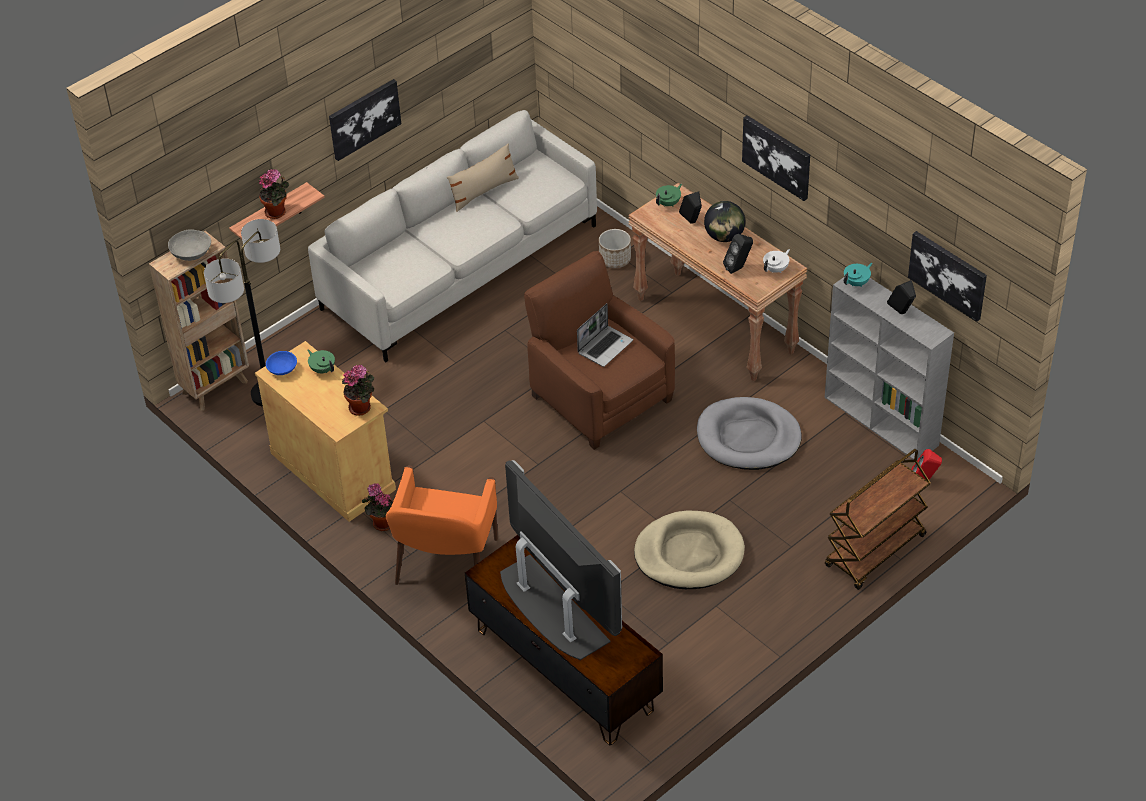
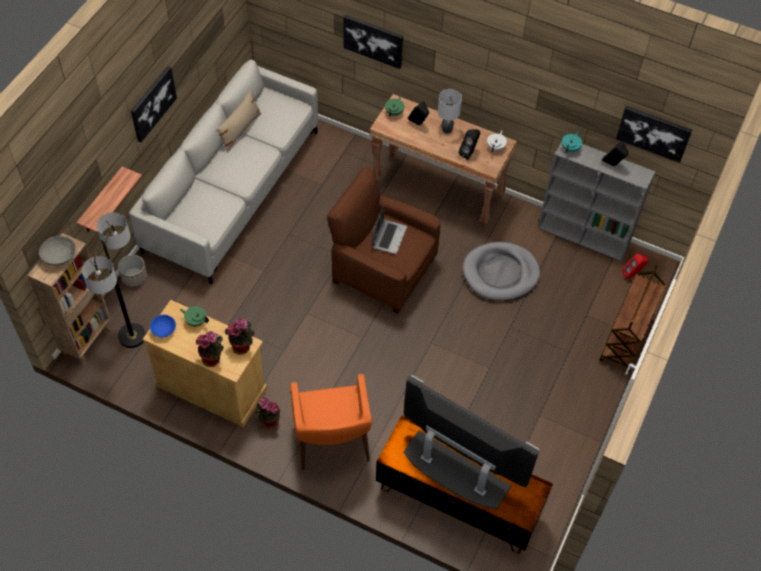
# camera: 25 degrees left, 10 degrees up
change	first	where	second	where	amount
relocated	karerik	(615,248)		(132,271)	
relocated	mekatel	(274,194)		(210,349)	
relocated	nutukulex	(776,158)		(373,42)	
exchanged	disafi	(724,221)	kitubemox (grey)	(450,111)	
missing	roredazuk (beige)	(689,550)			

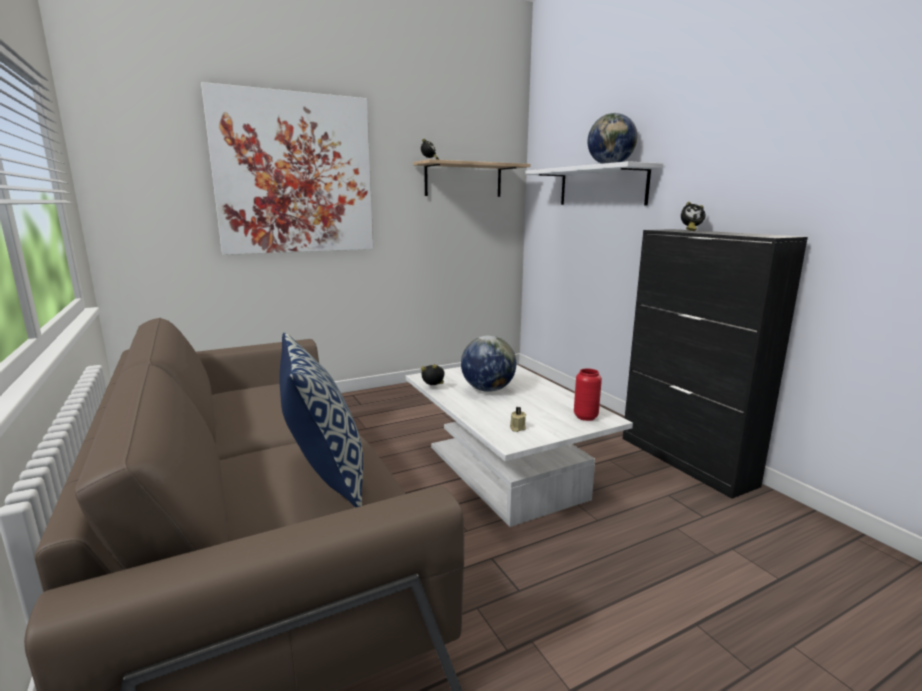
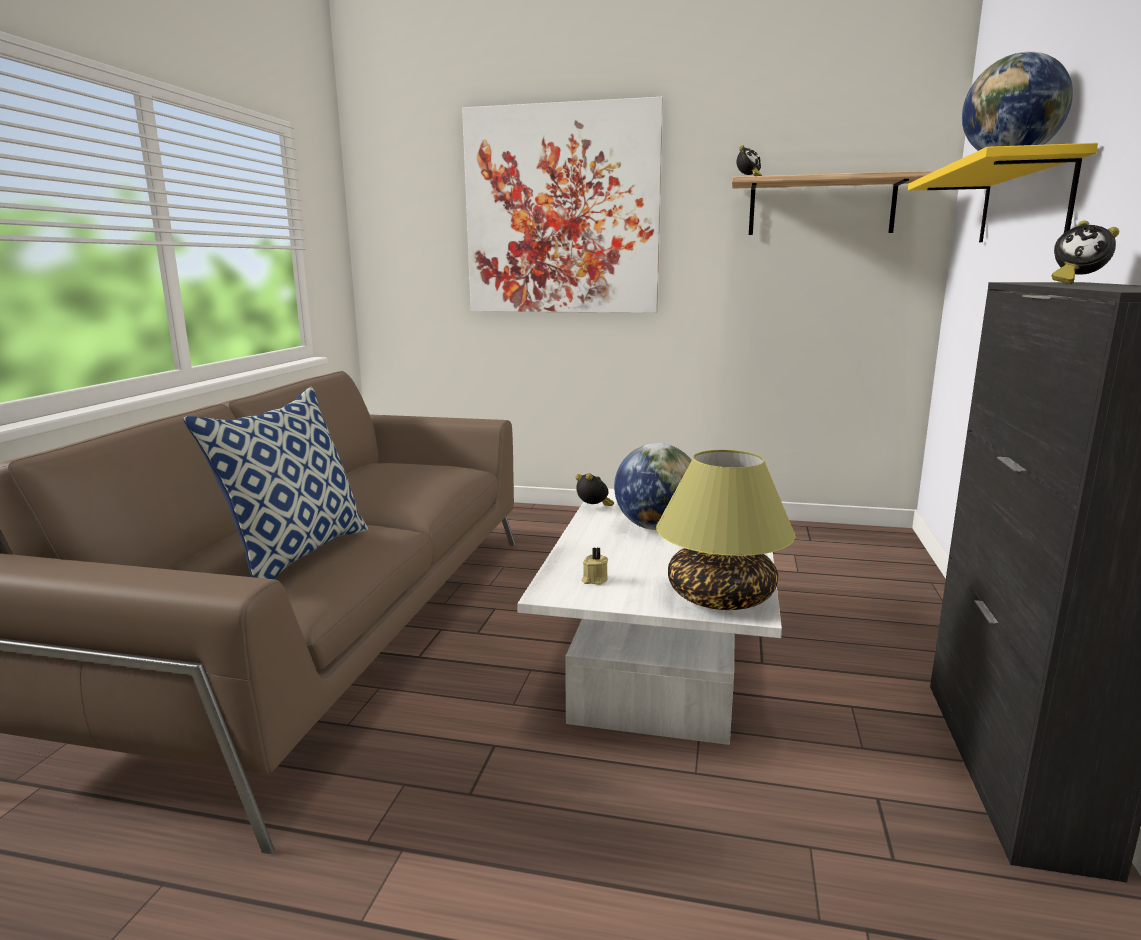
# camera: 40 degrees right, 0 degrees up
change	first	where	second	where	amount
exchanged	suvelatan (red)	(588,395)	kitubemox	(725,530)	
colour	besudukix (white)	(594,183)	besudukix (yellow)	(1003,192)	

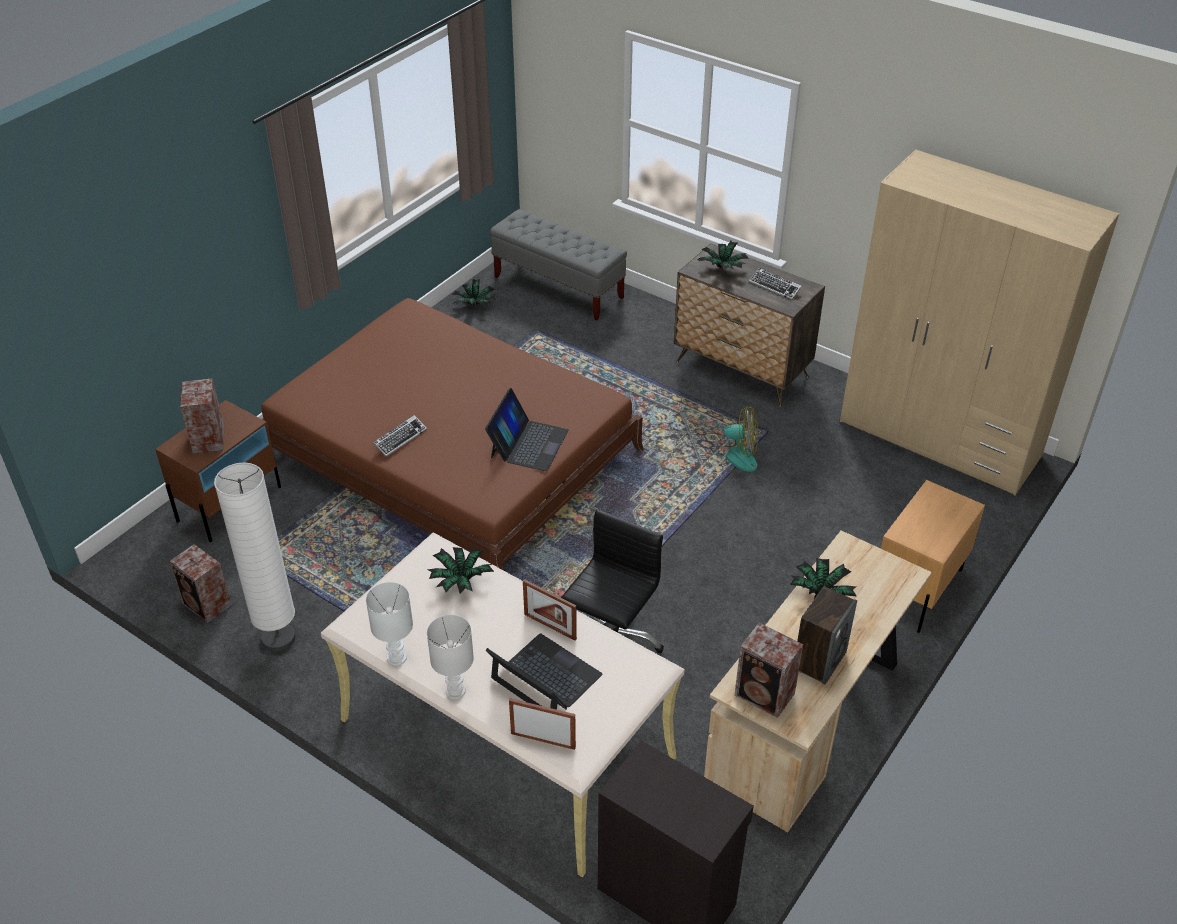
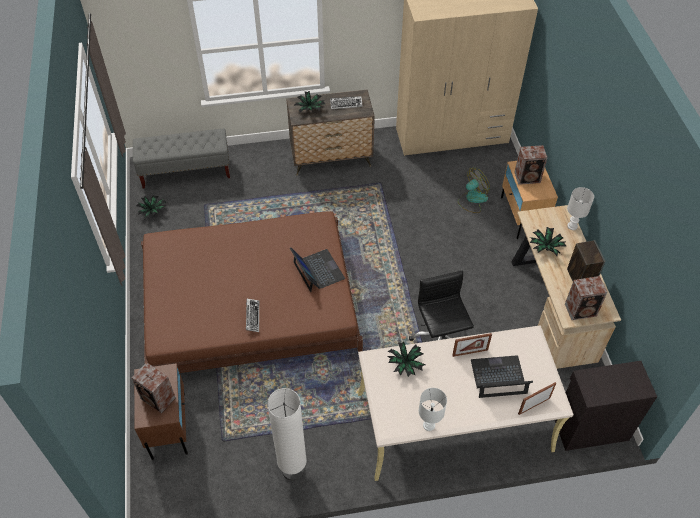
# camera: 45 degrees left, 10 degrees up
change	first	where	second	where	amount
relocated	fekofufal	(733,439)		(474,190)	
relocated	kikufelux	(200,583)		(530,165)	
relocated	kitubemox (white)	(450,657)		(580,208)	

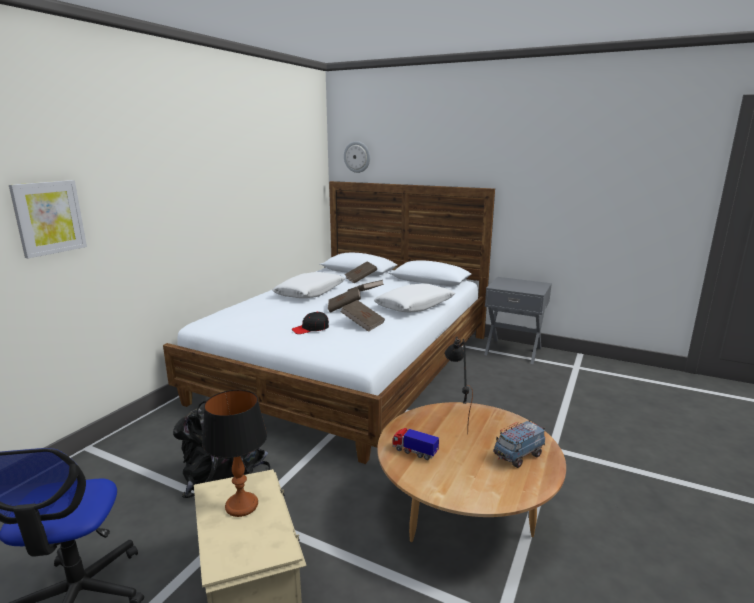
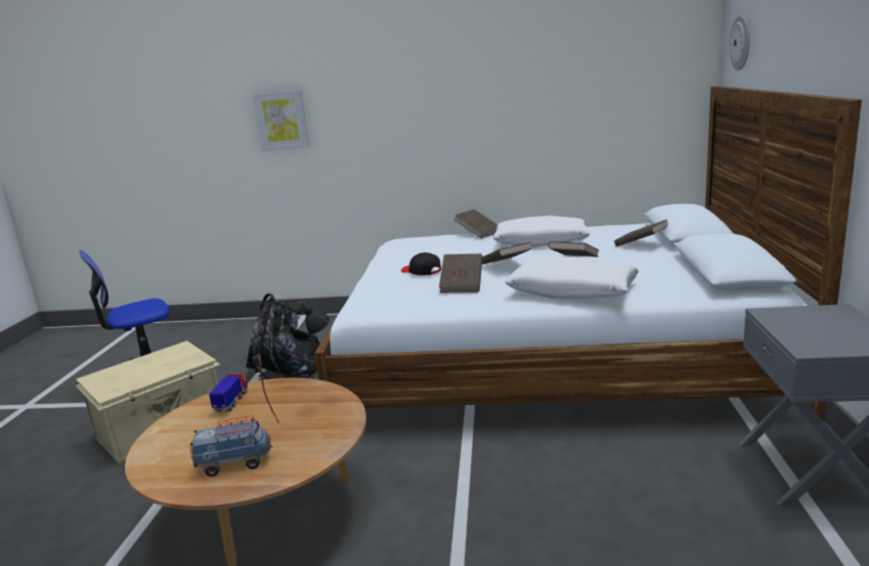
# camera: 70 degrees right, 0 degrees up
change	first	where	second	where	amount
spun	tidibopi	(519,444)		(231,446)	135 degrees clockwise
appeared			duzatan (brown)	(475,223)	
missing	kitubemox	(234,453)			

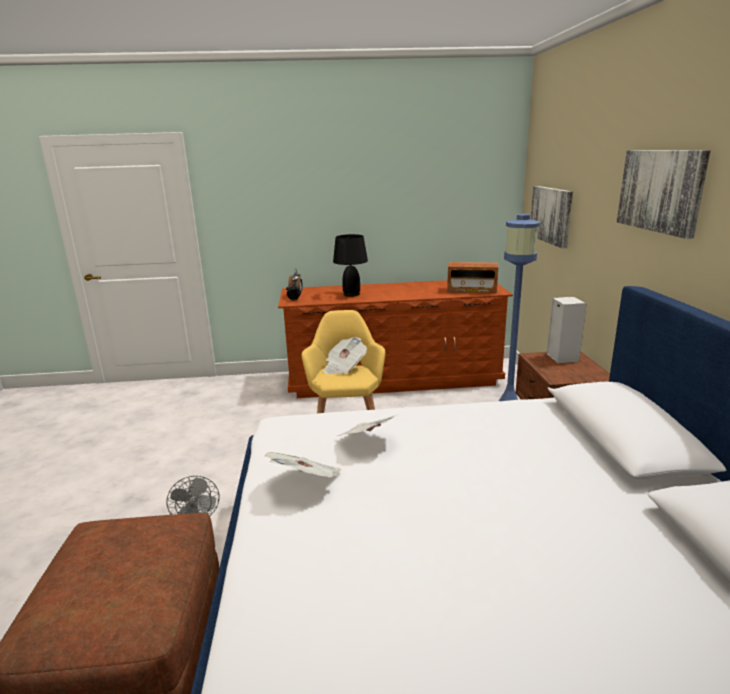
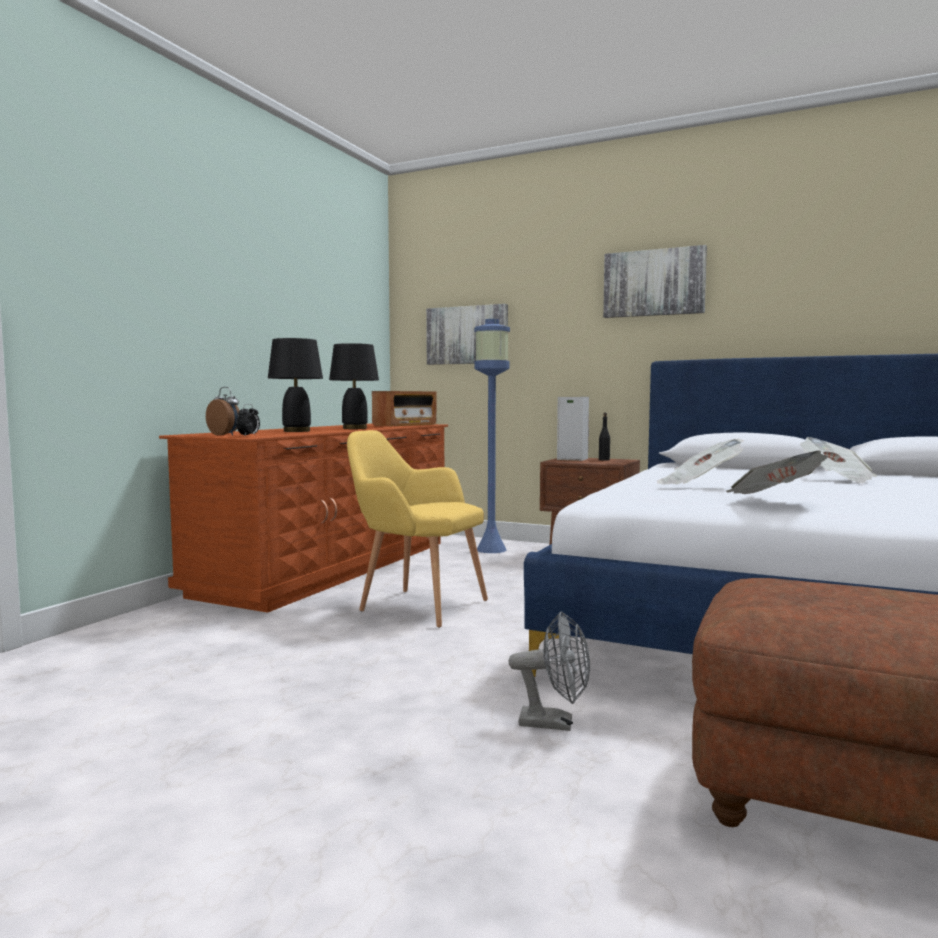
# camera: 60 degrees left, 15 degrees down
change	first	where	second	where	amount
appeared			kitubemox (black)	(354,386)	
appeared			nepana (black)	(604,437)	
relocated	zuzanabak	(345,355)		(838,460)	

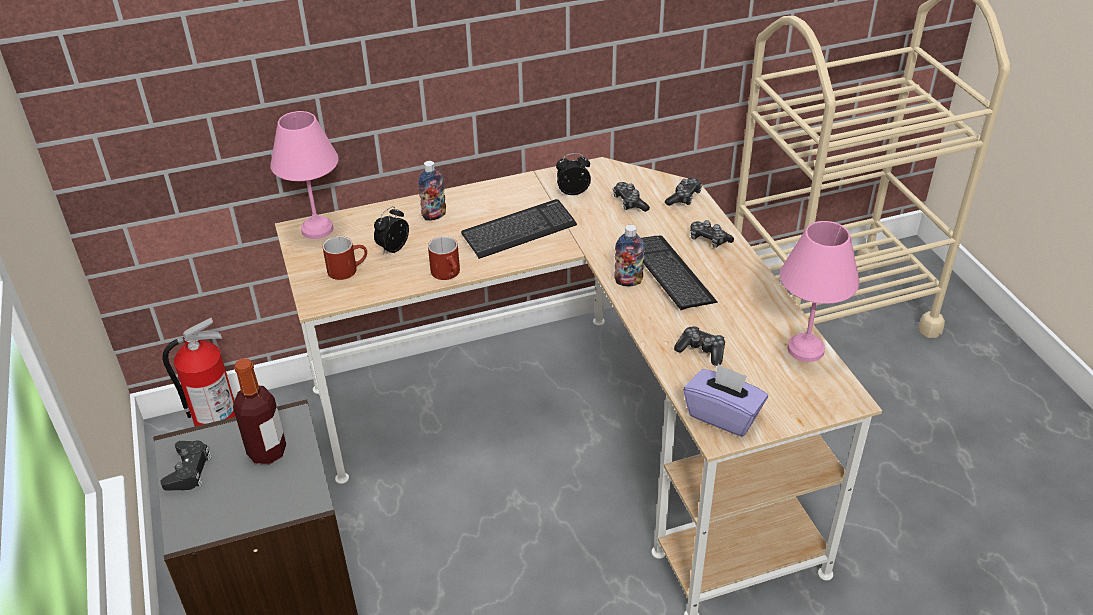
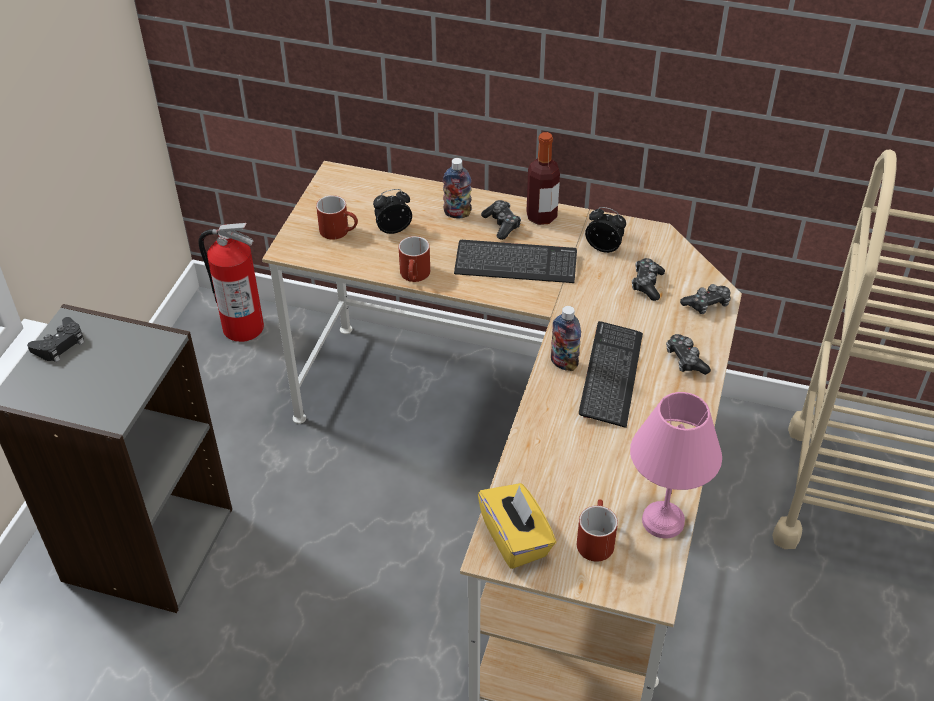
# camera: 35 degrees right, 5 degrees up
change	first	where	second	where	amount
colour	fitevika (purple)	(726,400)	fitevika (yellow)	(517,526)	
relocated	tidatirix	(699,346)		(501,220)	
relocated	nepana	(259,411)		(543,178)	
appeared			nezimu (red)	(597,531)	
missing	kitubemox (pink)	(304,175)			

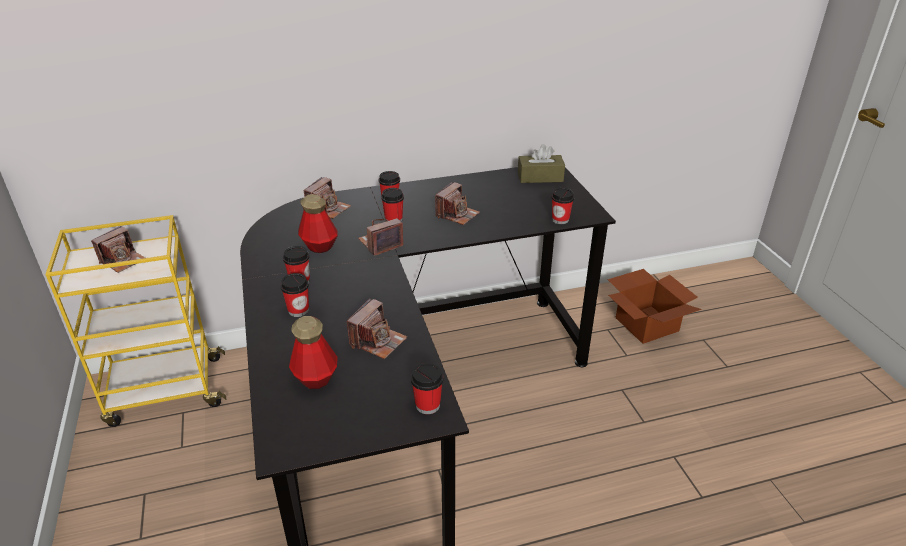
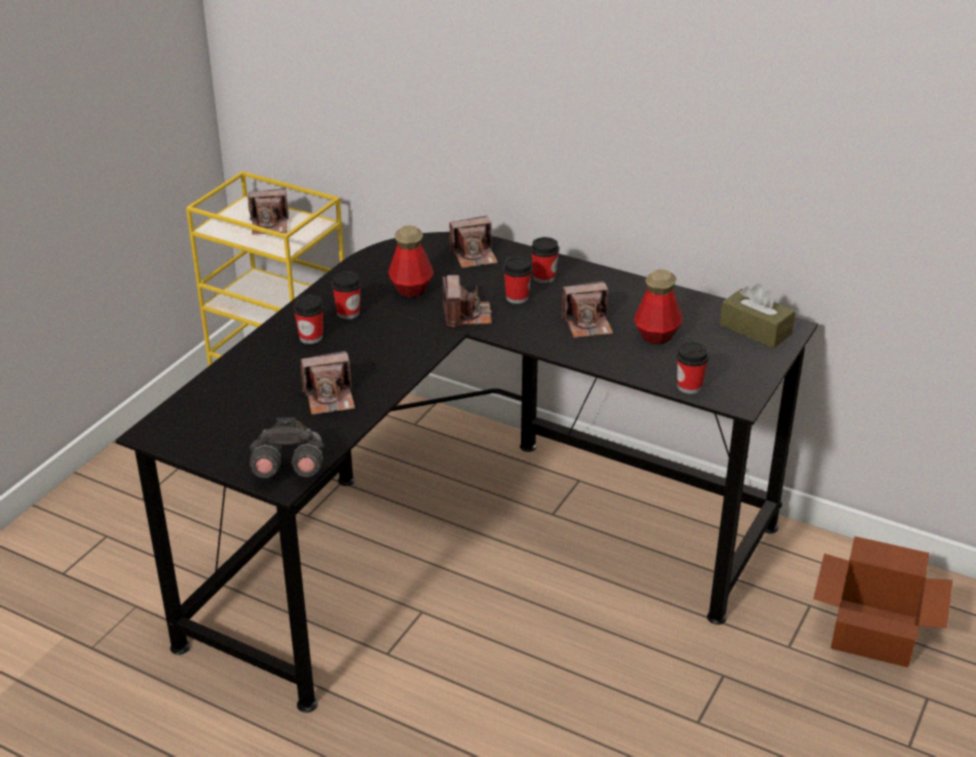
# camera: 45 degrees right, 0 degrees up
change	first	where	second	where	amount
exchanged	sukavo	(427,388)	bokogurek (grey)	(287,447)	
spun	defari	(380,237)		(467,301)	75 degrees clockwise
relocated	nepana	(313,352)		(658,307)	

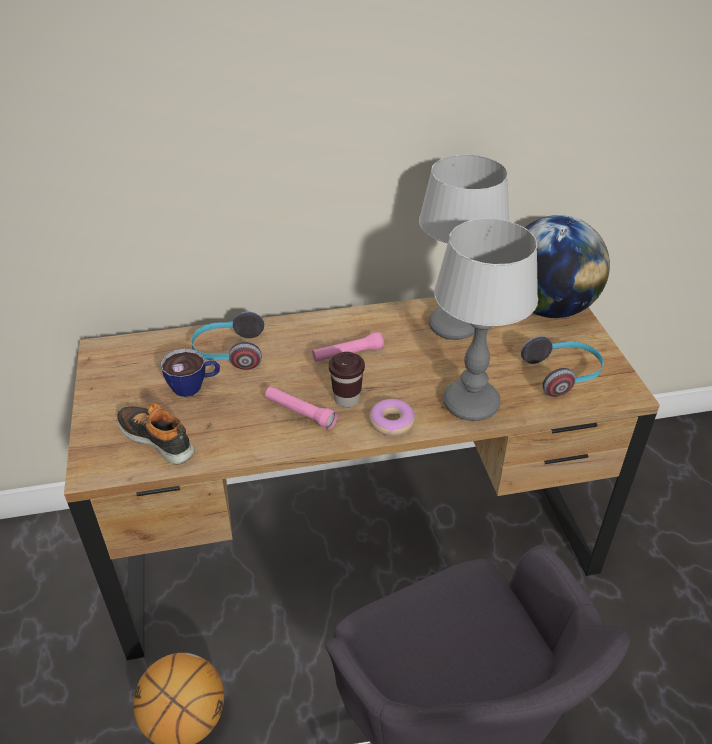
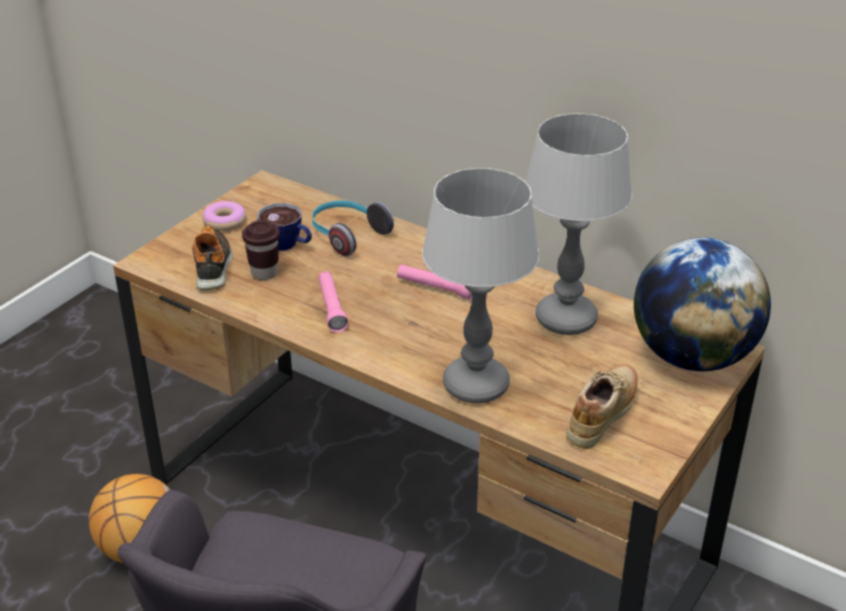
# camera: 45 degrees right, 5 degrees down
change	first	where	second	where	amount
relocated	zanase	(392,417)		(224,216)	
relocated	sukavo (brown)	(347,379)		(261,250)	
exchanged	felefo	(562,366)	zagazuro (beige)	(602,406)	

